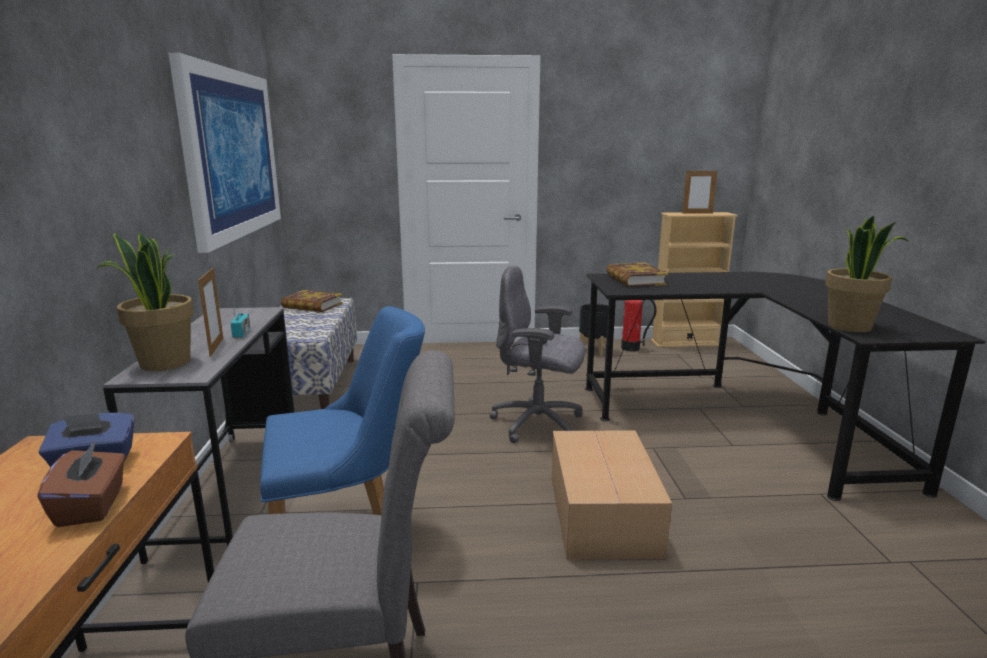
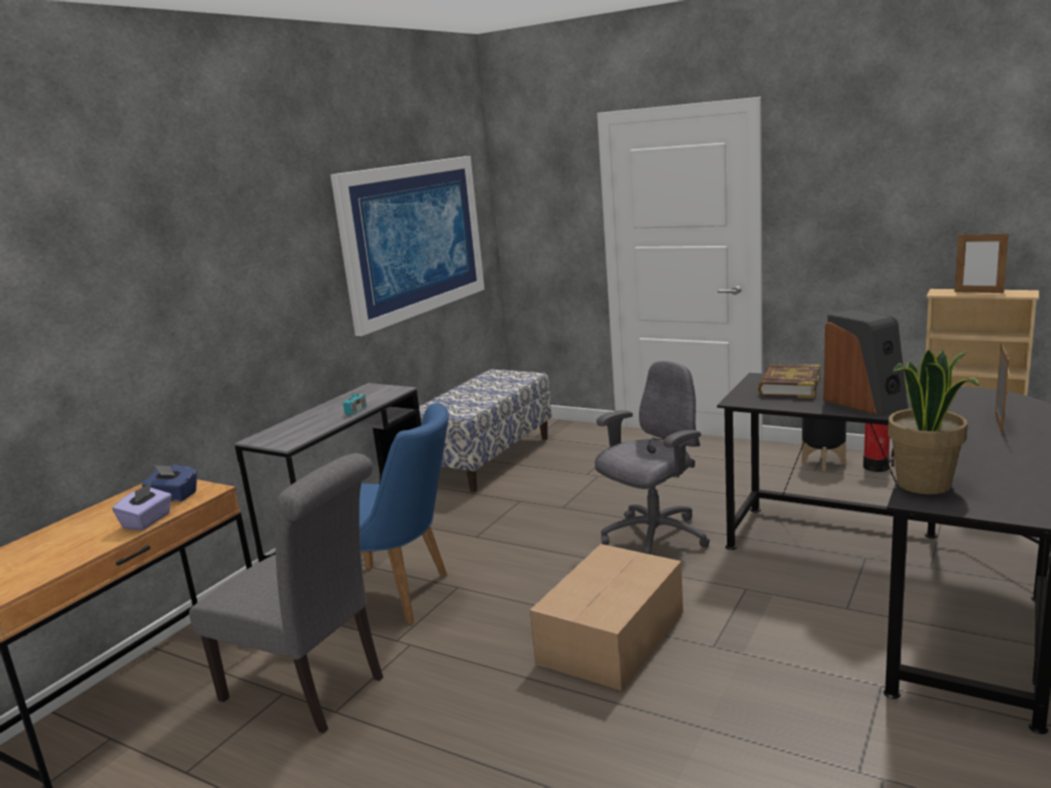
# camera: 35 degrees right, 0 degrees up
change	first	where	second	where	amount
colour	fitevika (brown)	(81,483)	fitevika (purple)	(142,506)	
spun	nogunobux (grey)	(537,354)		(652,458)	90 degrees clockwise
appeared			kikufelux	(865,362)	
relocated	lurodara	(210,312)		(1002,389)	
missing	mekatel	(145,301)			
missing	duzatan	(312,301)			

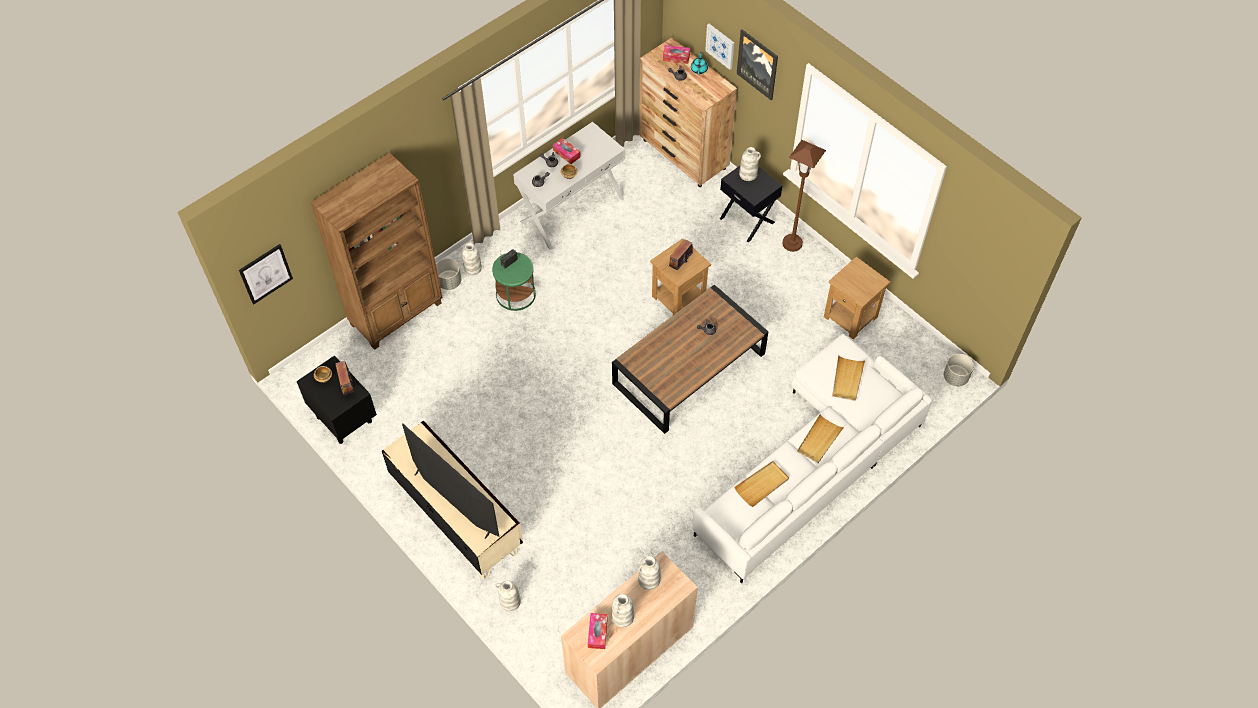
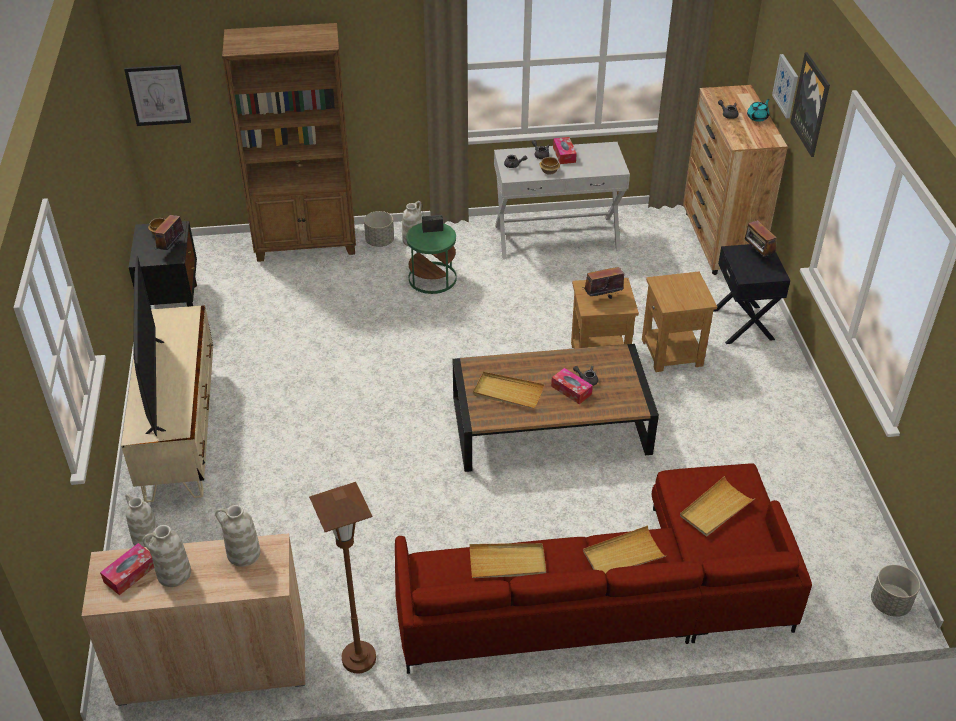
# camera: 35 degrees right, 15 degrees down
change	first	where	second	where	amount
relocated	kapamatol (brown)	(804,196)		(342,577)	
colour	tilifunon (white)	(812,458)	tilifunon (red)	(603,568)	
appeared			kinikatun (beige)	(508,390)	
relocated	fitevika	(676,54)		(572,386)	
relocated	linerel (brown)	(857,298)		(679,321)	
exchanged	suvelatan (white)	(750,164)	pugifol	(761,239)	

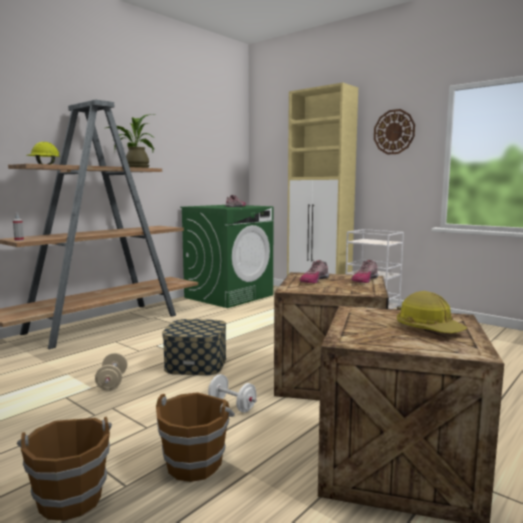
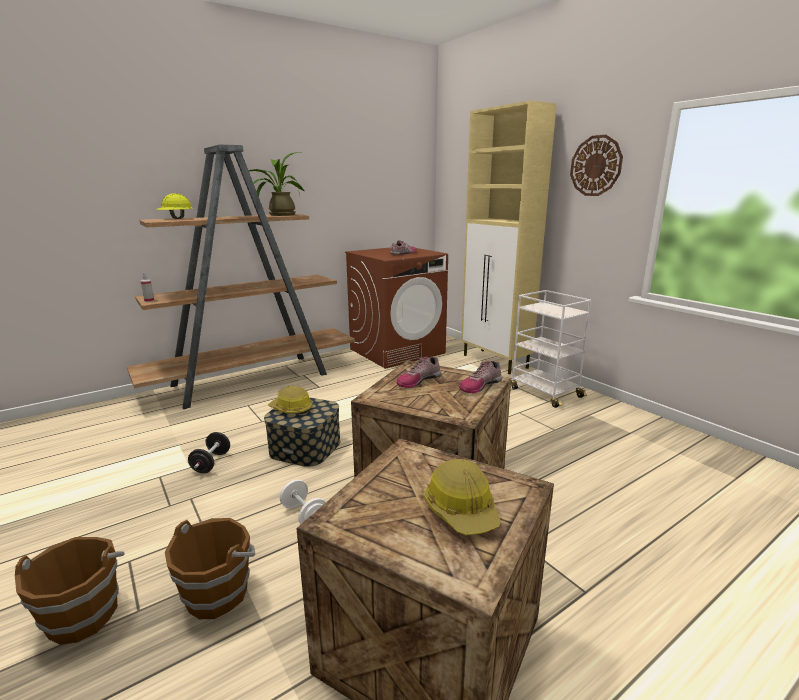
# camera: 15 degrees right, 10 degrees up
change	first	where	second	where	amount
colour	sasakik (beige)	(111,371)	sasakik (black)	(209,452)	
appeared			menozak	(290,400)	
colour	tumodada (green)	(227,256)	tumodada (brown)	(396,308)	

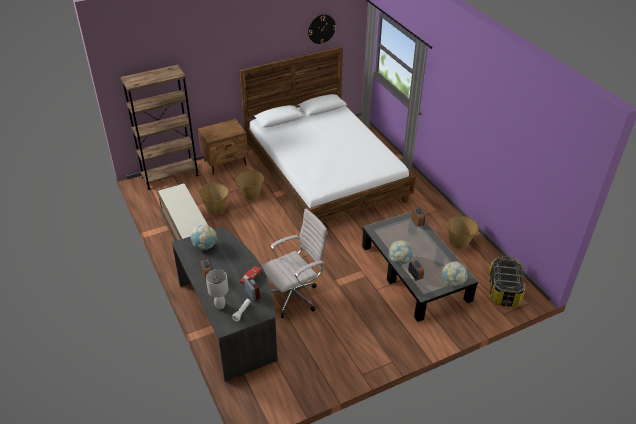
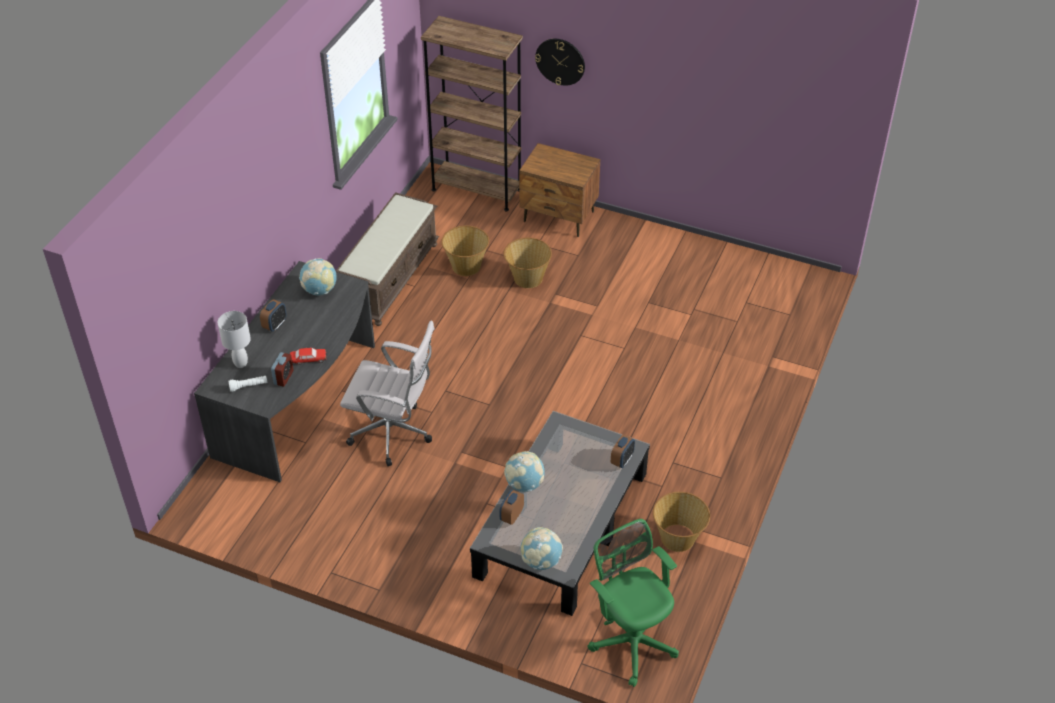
# camera: 50 degrees right, 5 degrees up
change	first	where	second	where	amount
relocated	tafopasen	(322,29)		(560,62)	
exchanged	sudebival	(507,281)	nogunobux (green)	(633,603)	
missing	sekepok	(327,134)			

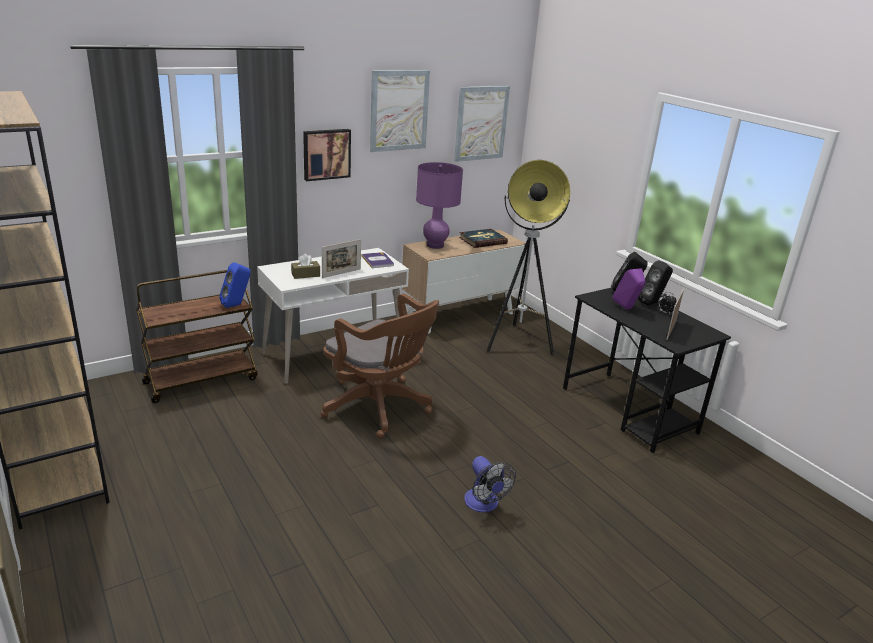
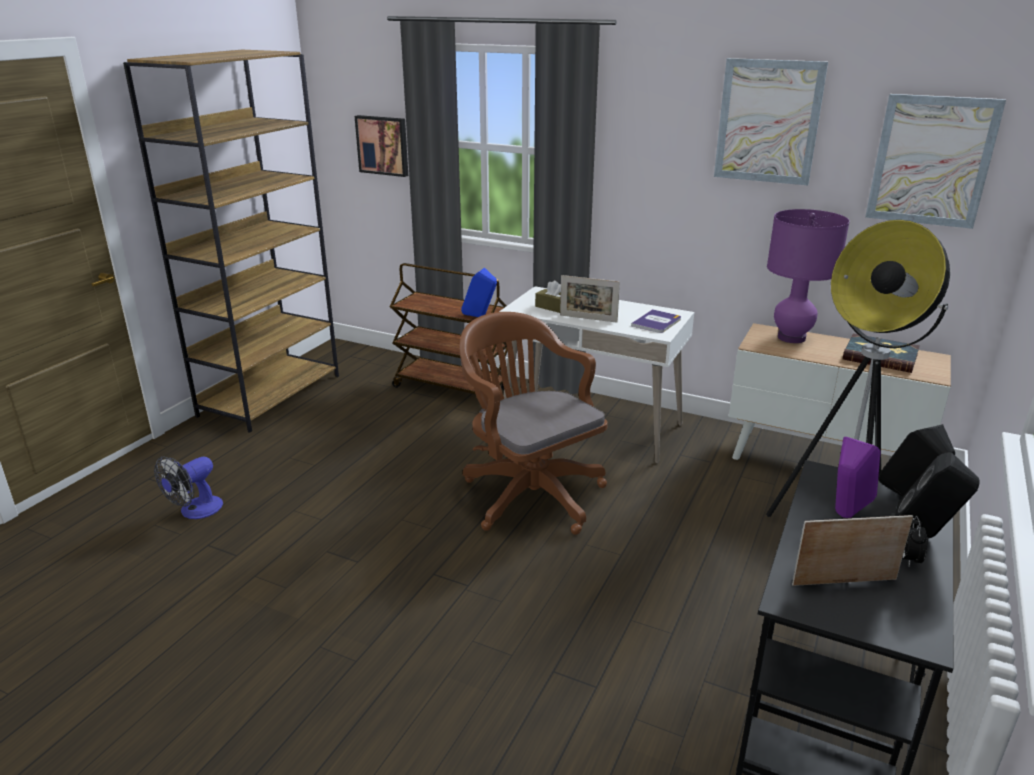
# camera: 60 degrees right, 0 degrees up
change	first	where	second	where	amount
relocated	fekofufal	(490,484)		(188,488)	
relocated	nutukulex	(327,155)		(381,146)	
spun	nogunobux (brown)	(380,365)		(533,423)	135 degrees clockwise

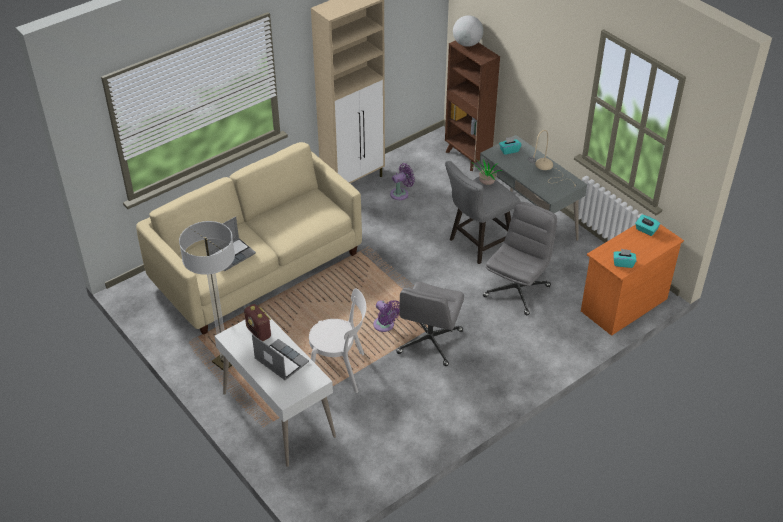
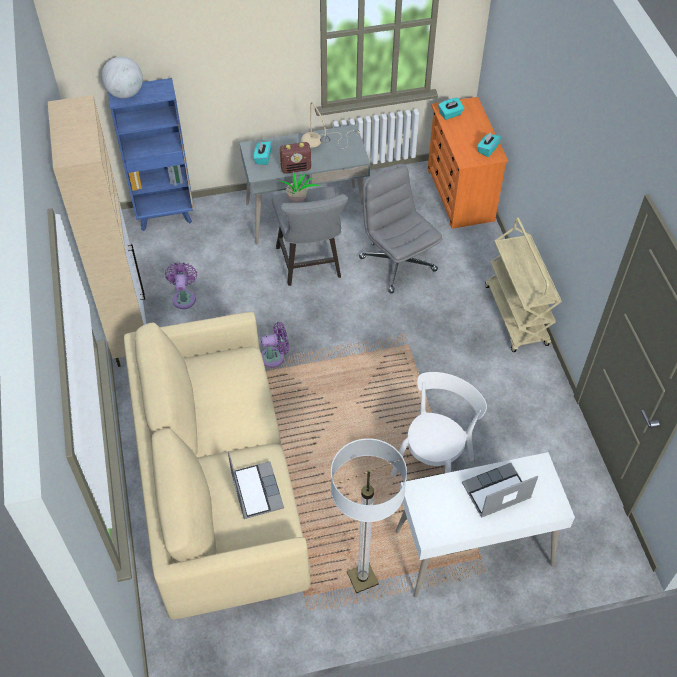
# camera: 65 degrees left, 10 degrees up
change	first	where	second	where	amount
colour	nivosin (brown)	(472,105)	nivosin (blue)	(151,154)	
relocated	fekofufal (purple)	(386,316)		(275,345)	
relocated	pugifol	(257,322)		(295,158)	
appeared			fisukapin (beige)	(523,285)	
missing	nogunobux (grey)	(430,324)			

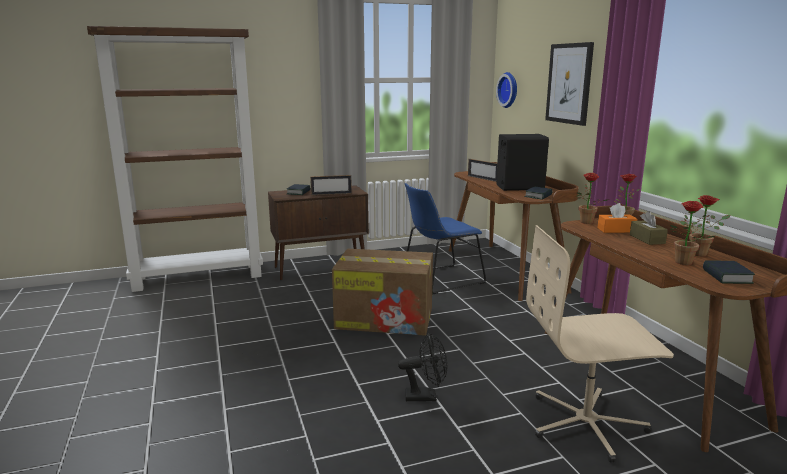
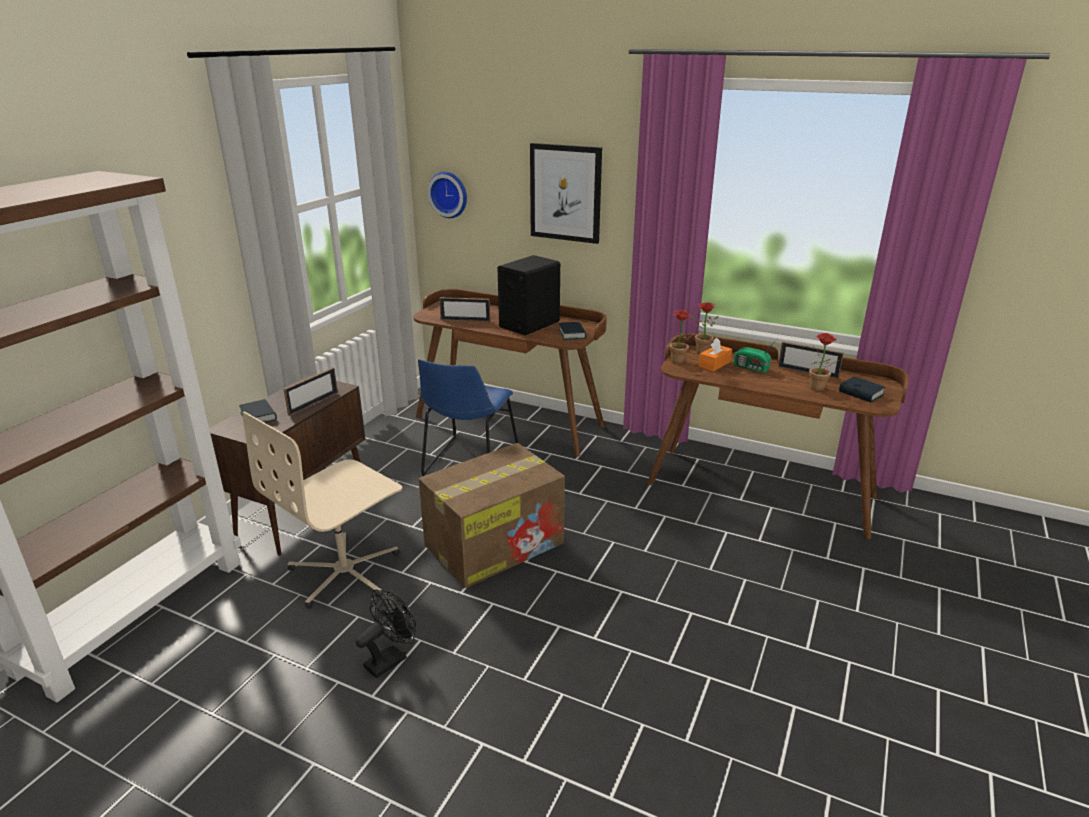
# camera: 45 degrees left, 10 degrees up
change	first	where	second	where	amount
relocated	nogunobux (beige)	(600,344)		(322,510)	
relocated	fekofufal (black)	(422,367)		(386,634)	
exchanged	fitevika (brown)	(649,228)	pugifol	(755,356)	
exchanged	mekatel	(705,226)	lurodara	(811,360)	

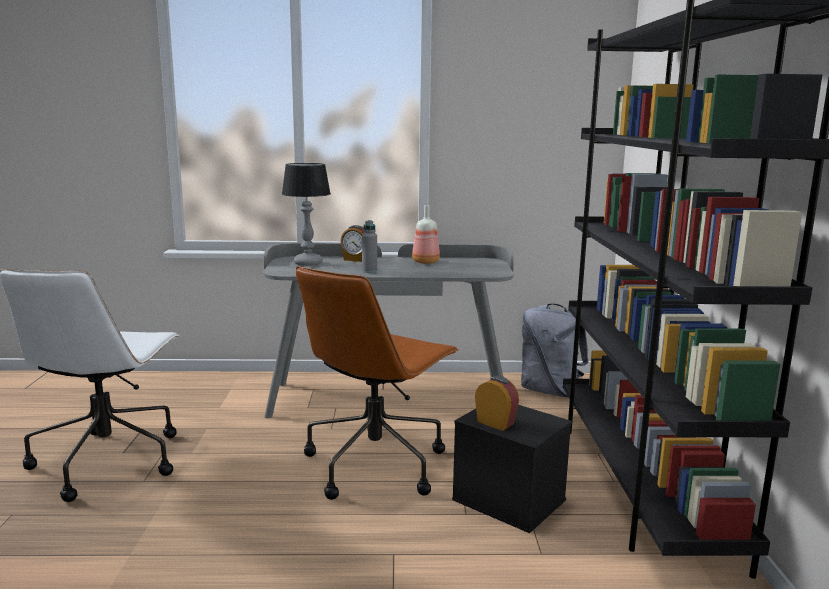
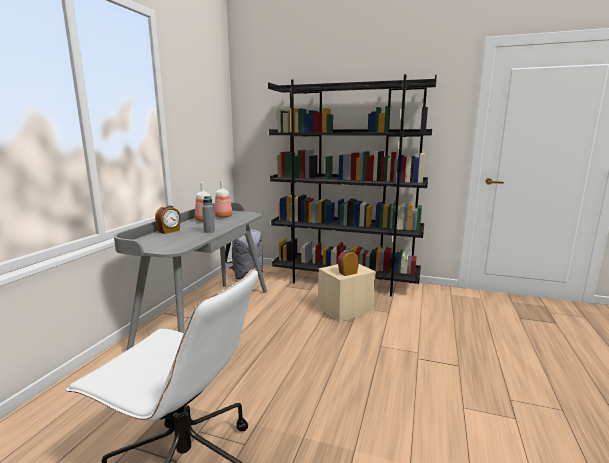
# camera: 70 degrees left, 0 degrees up
change	first	where	second	where	amount
appeared			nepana	(223,199)	
colour	sudebival (black)	(512,469)	sudebival (beige)	(347,293)	
missing	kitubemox	(306,214)			
missing	nogunobux (brown)	(377,383)			

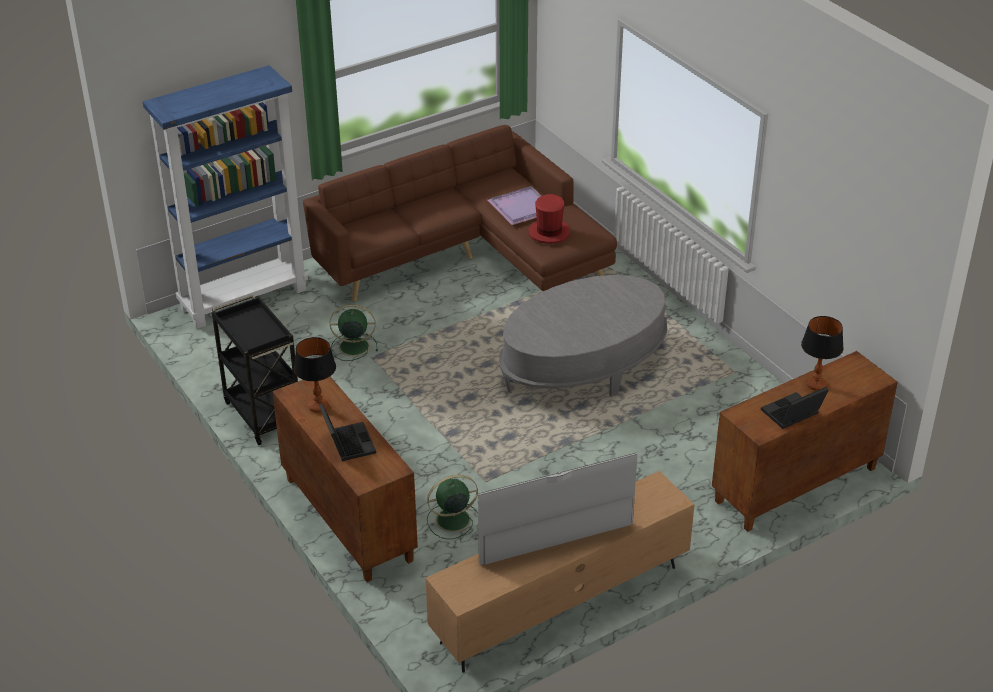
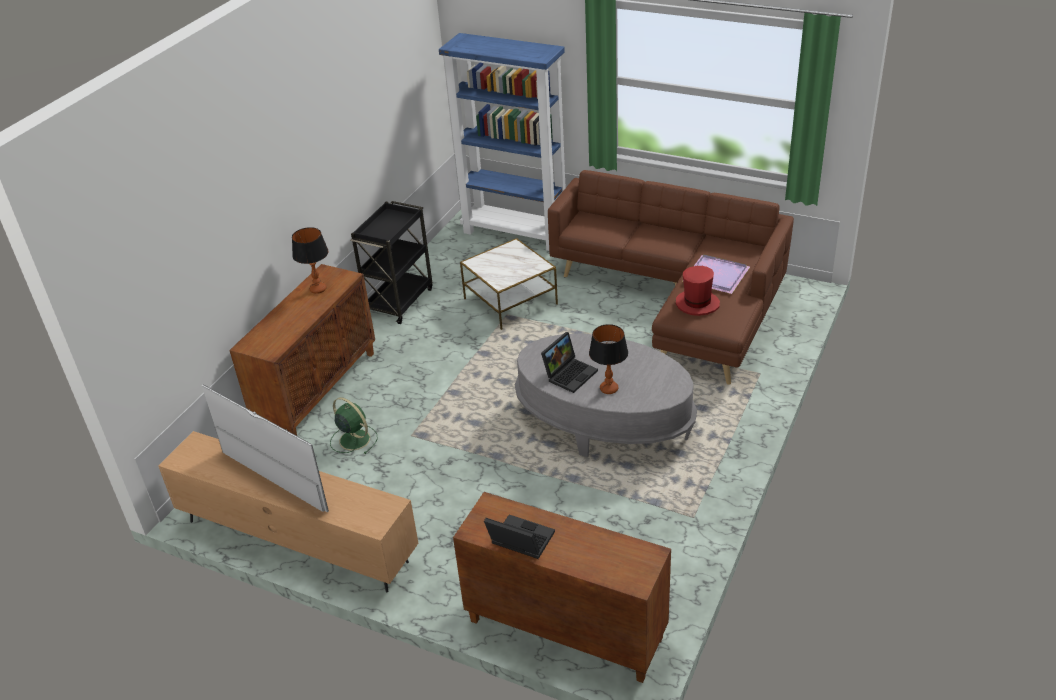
# camera: 60 degrees right, 0 degrees up
change	first	where	second	where	amount
exchanged	fekofufal (green)	(354,333)	linerel	(509,284)	
relocated	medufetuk	(347,432)		(569,362)	
relocated	kitubemox	(822,353)		(608,359)	

